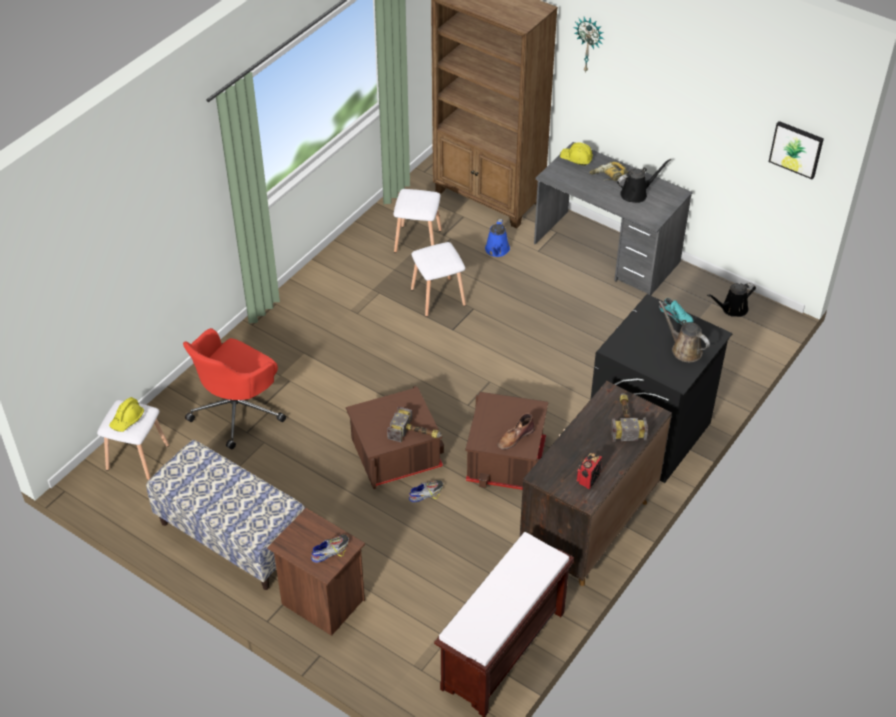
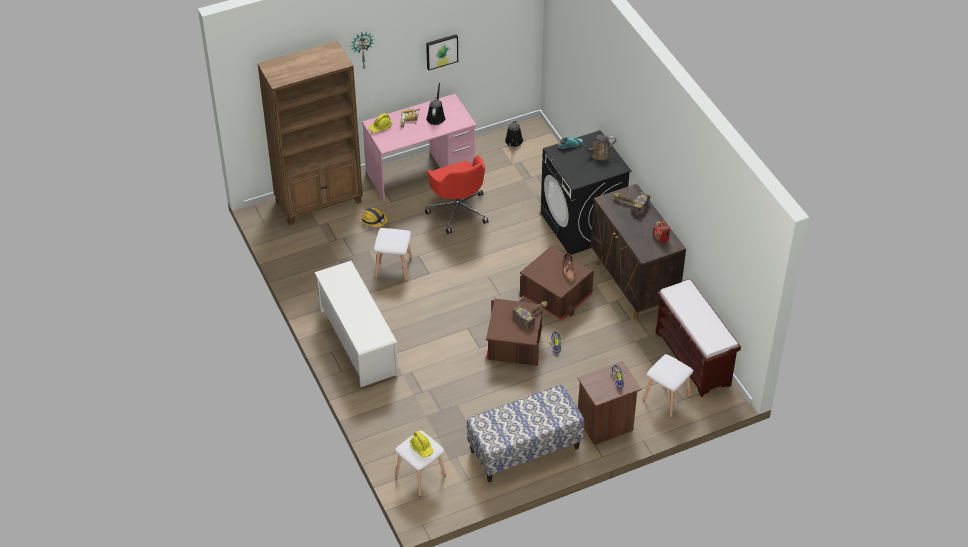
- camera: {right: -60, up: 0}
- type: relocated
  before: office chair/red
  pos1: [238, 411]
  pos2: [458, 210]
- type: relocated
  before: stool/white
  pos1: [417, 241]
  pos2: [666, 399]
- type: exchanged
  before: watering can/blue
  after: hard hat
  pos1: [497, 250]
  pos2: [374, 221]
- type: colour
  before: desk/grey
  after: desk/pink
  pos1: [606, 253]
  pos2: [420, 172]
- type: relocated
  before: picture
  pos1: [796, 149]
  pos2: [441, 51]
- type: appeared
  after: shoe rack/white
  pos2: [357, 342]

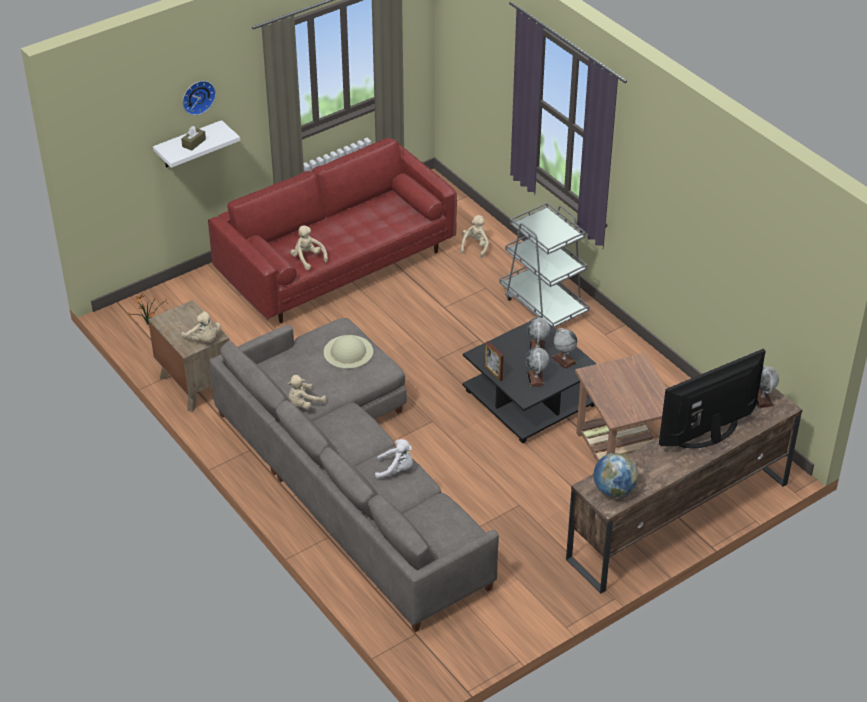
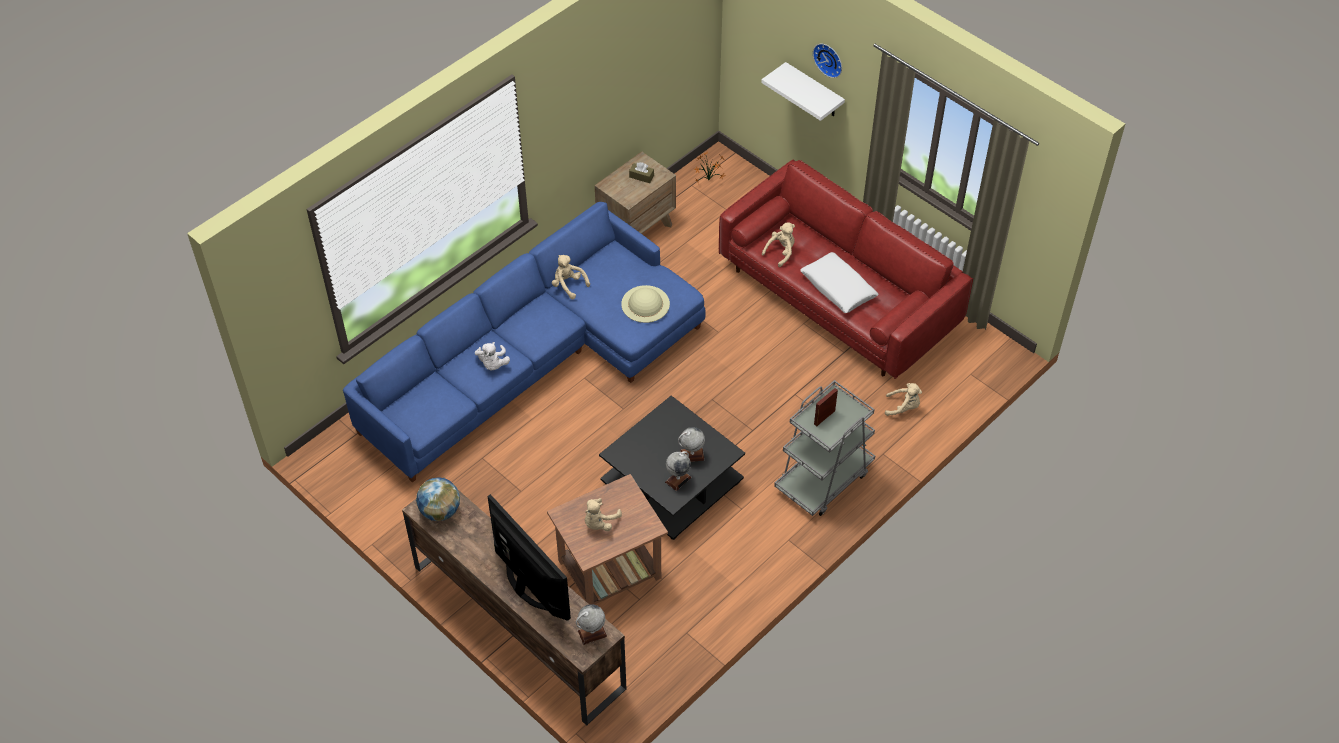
- camera: {right: 80, up: 10}
- type: relocated
  before: tissue box/brown
  pos1: [194, 143]
  pos2: [641, 176]
- type: relocated
  before: plush toy/beige
  pos1: [204, 339]
  pos2: [599, 522]
- type: colour
  before: sofa/grey
  after: sofa/blue
  pos1: [350, 477]
  pos2: [536, 358]
- type: relocated
  before: picture frame
  pos1: [493, 373]
  pos2: [824, 417]
- type: missing
  before: globe
  pos1: [536, 379]
- type: appeared
  after: pillow/white
  pos2: [838, 288]

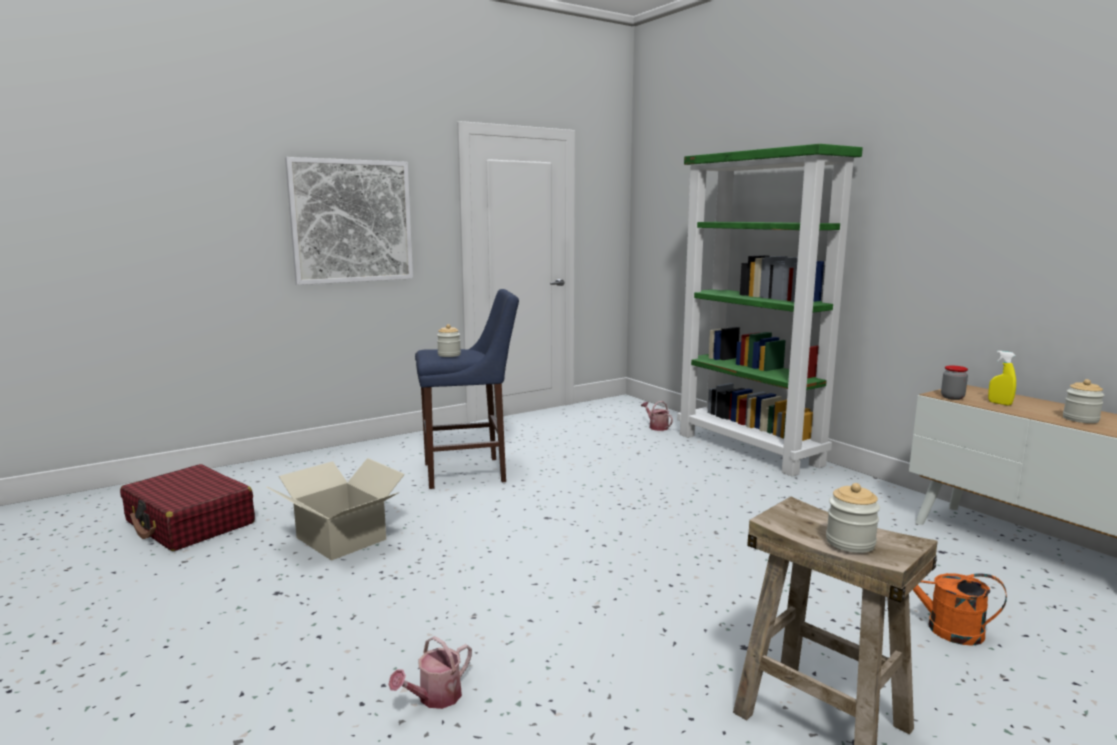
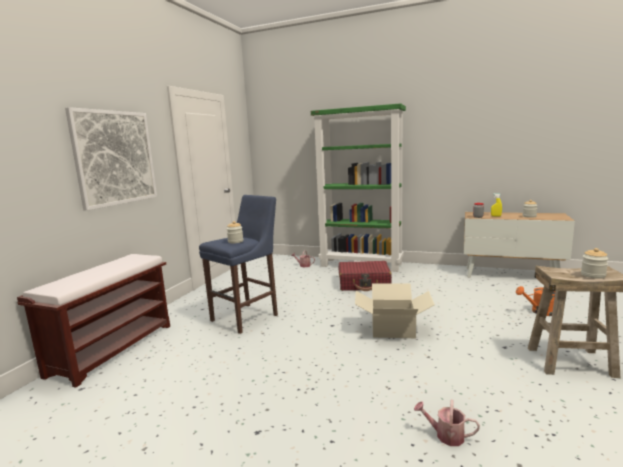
- camera: {right: -35, up: 0}
- type: relocated
  before: suitcase/red
  pos1: [190, 523]
  pos2: [364, 284]
- type: relocated
  before: cardboard box
  pos1: [342, 538]
  pos2: [392, 329]
- type: spun
  before: watering can
  pos1: [435, 698]
  pos2: [445, 435]
  turn: 105
- type: appeared
  after: bench/brown
  pos2: [113, 348]

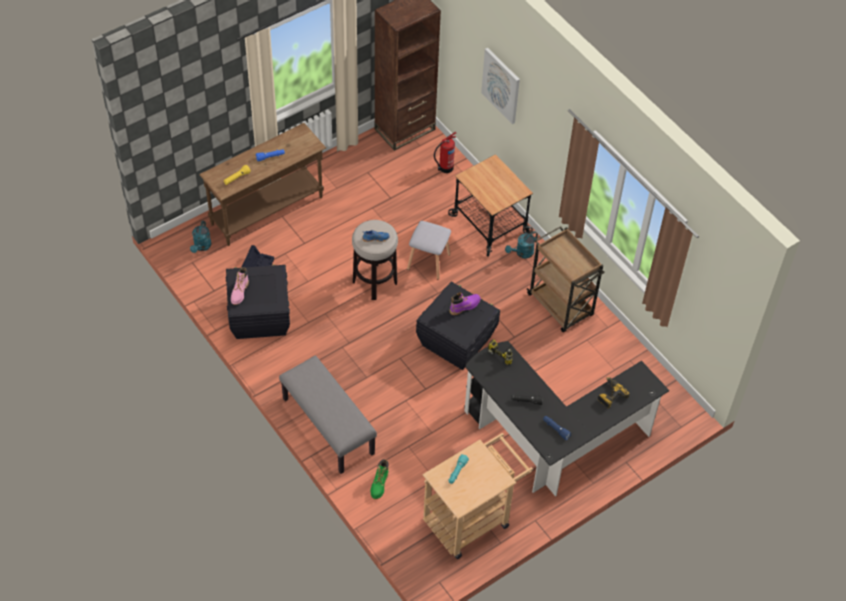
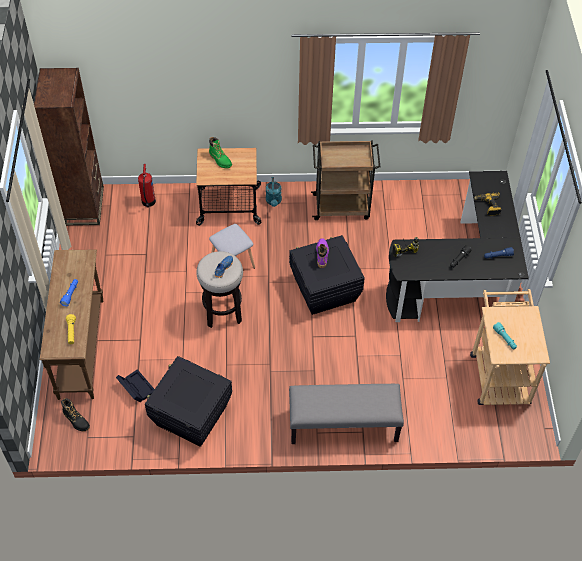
- camera: {right: -55, up: 0}
- type: exchanged
  before: watering can/turquoise
  after: boot/black
  pos1: [201, 247]
  pos2: [76, 420]
- type: missing
  before: boot/pink
  pos1: [239, 292]
- type: relocated
  before: boot/green
  pos1: [379, 485]
  pos2: [220, 160]
- type: missing
  before: picture
  pos1: [501, 85]

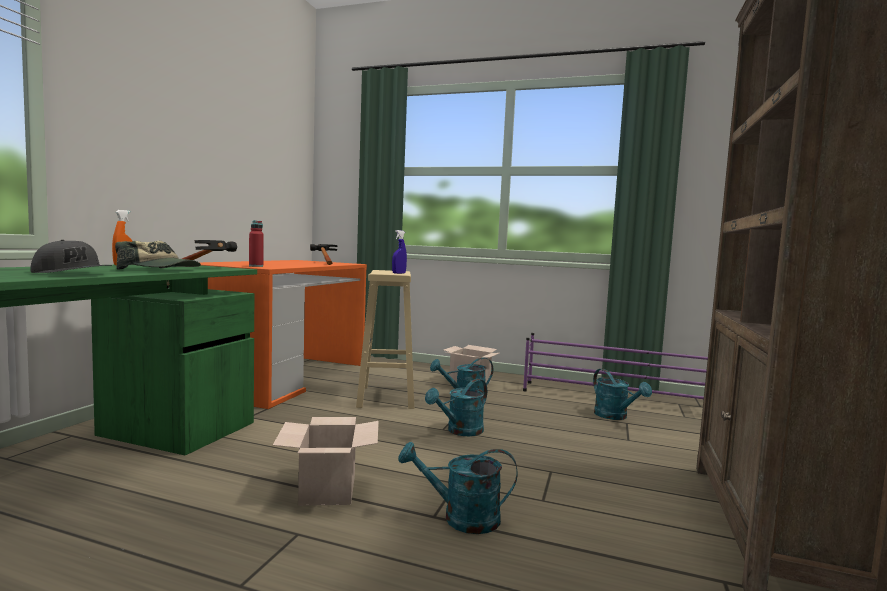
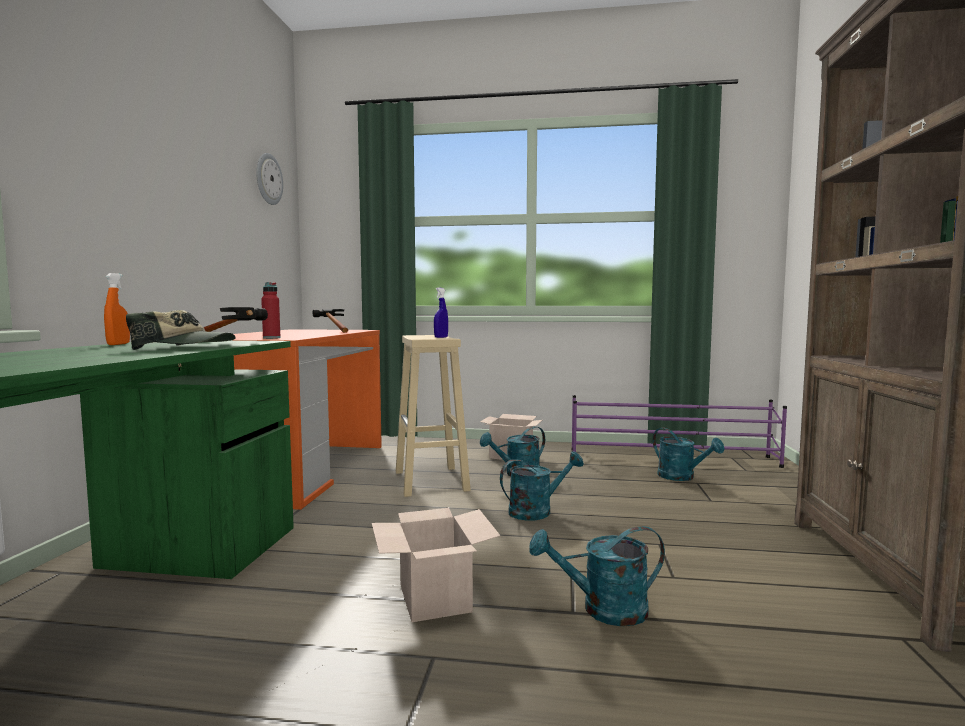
- camera: {right: -10, up: 0}
- type: missing
  before: cap/grey
  pos1: [73, 273]
- type: spun
  before: watering can/turquoise
  pos1: [460, 431]
  pos2: [537, 511]
  turn: -150
- type: appeared
  after: wall clock
  pos2: [268, 179]

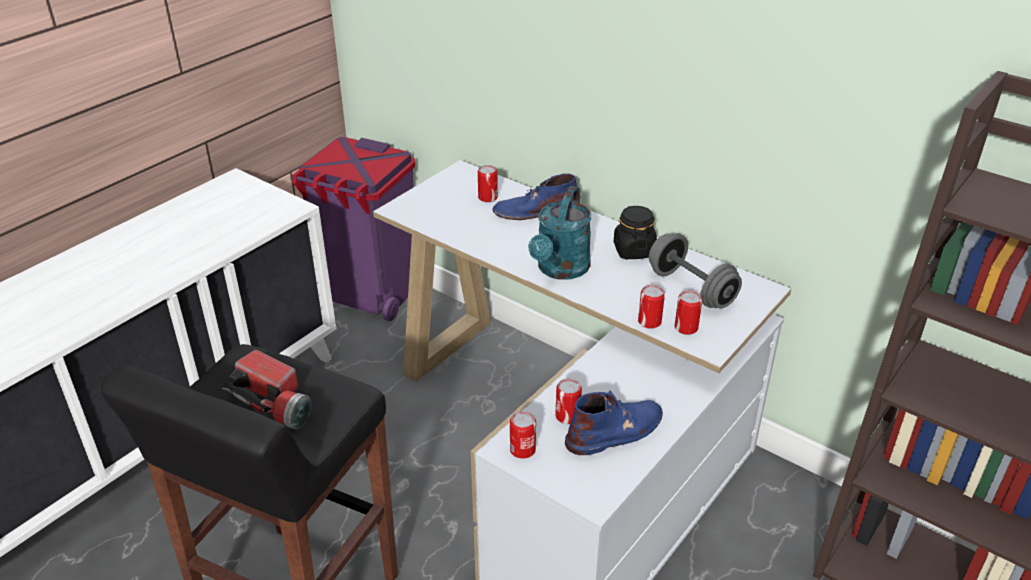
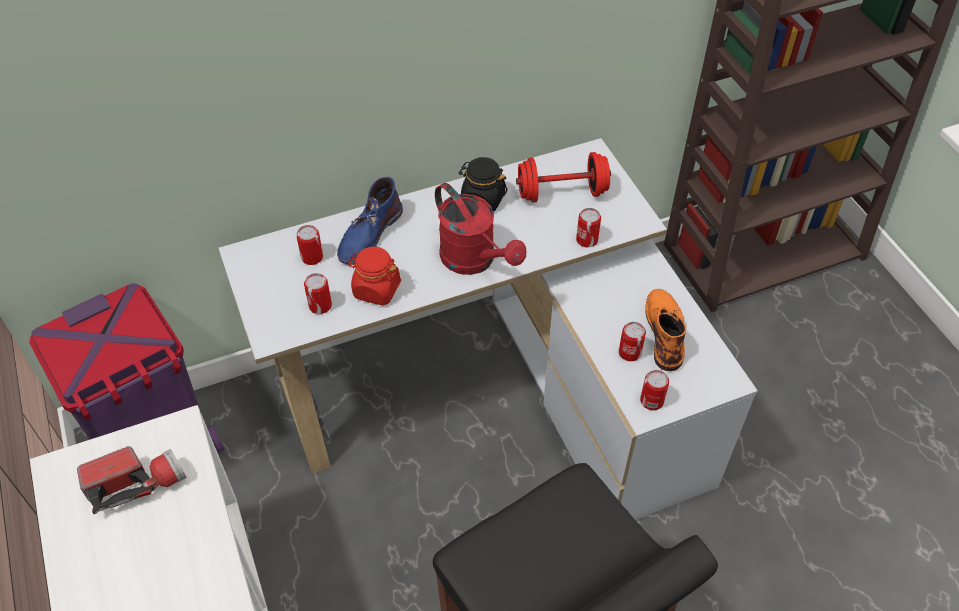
- camera: {right: -60, up: 15}
- type: relocated
  before: flashlight
  pos1: [274, 403]
  pos2: [136, 483]
- type: colour
  before: watering can/turquoise
  after: watering can/red
  pos1: [560, 270]
  pos2: [475, 260]
- type: colour
  before: boot/blue
  after: boot/orange
  pos1: [616, 431]
  pos2: [664, 331]
- type: colour
  before: dumbbell/grey
  after: dumbbell/red
  pos1: [691, 289]
  pos2: [562, 193]
- type: relocated
  before: can
  pos1: [686, 328]
  pos2: [320, 305]
- type: appeared
  after: jar/red
  pos2: [376, 289]

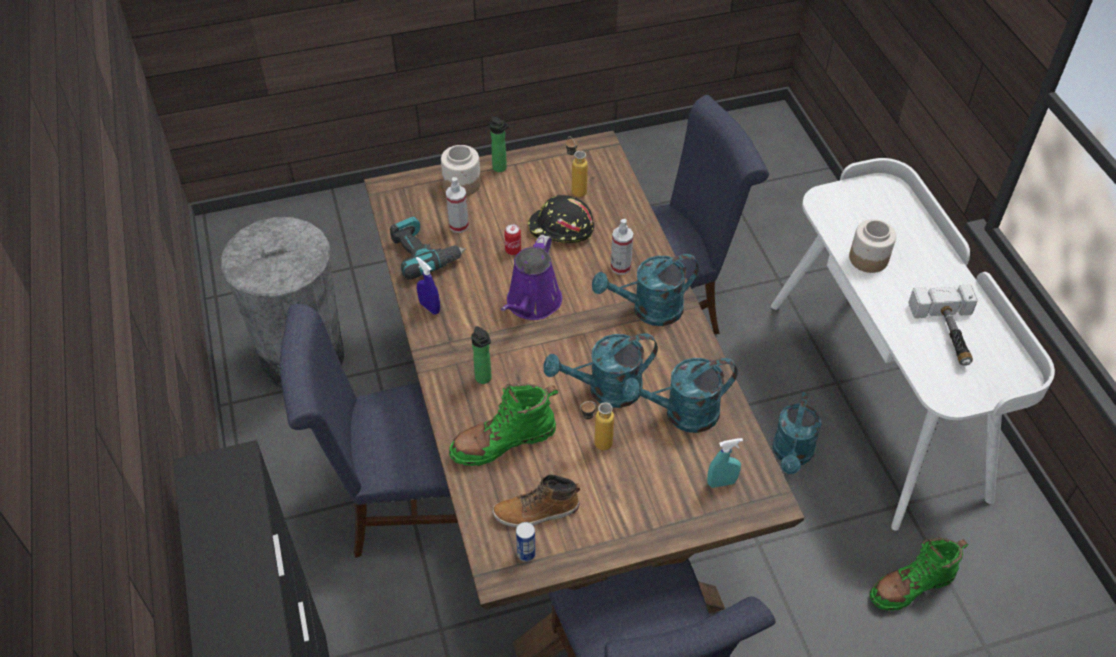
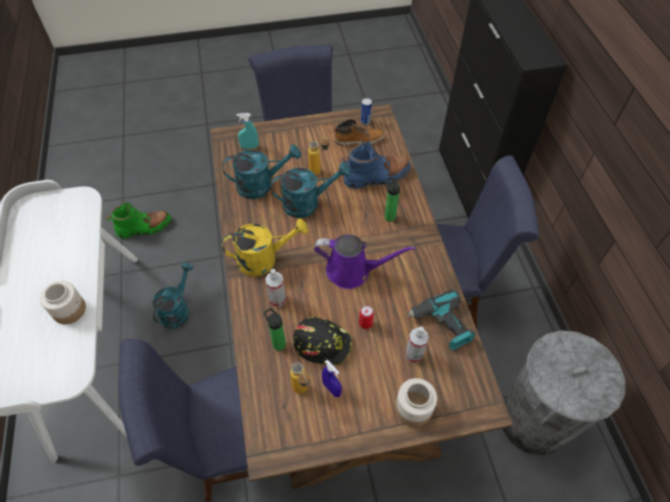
- camera: {right: -175, up: 5}
- type: relocated
  before: spray bottle/blue
  pos1: [429, 307]
  pos2: [331, 389]
- type: colour
  before: boot/green
  after: boot/blue
  pos1: [503, 441]
  pos2: [377, 176]
- type: relocated
  before: bottle
  pos1: [501, 169]
  pos2: [278, 343]
- type: spun
  before: watering can/purple
  pos1: [532, 304]
  pos2: [352, 271]
  turn: 75
- type: colour
  before: watering can/turquoise
  after: watering can/yellow
  pos1: [648, 310]
  pos2: [264, 259]
- type: missing
  before: hammer
  pos1: [949, 333]

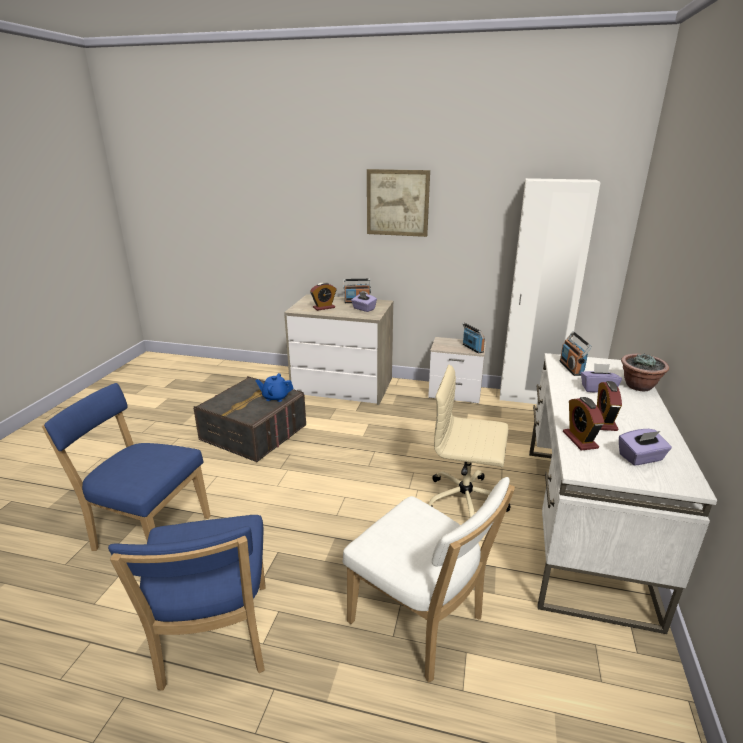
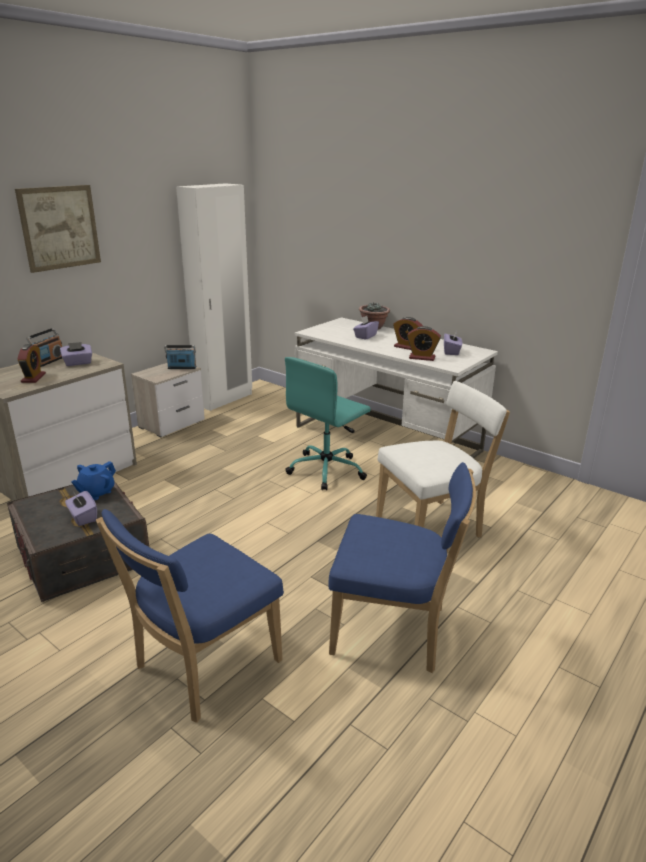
- camera: {right: -65, up: 0}
- type: colour
  before: office chair/beige
  after: office chair/turquoise
  pos1: [465, 502]
  pos2: [327, 470]
- type: missing
  before: radio
  pos1: [571, 368]
- type: appeared
  after: tissue box/purple
  pos2: [83, 517]

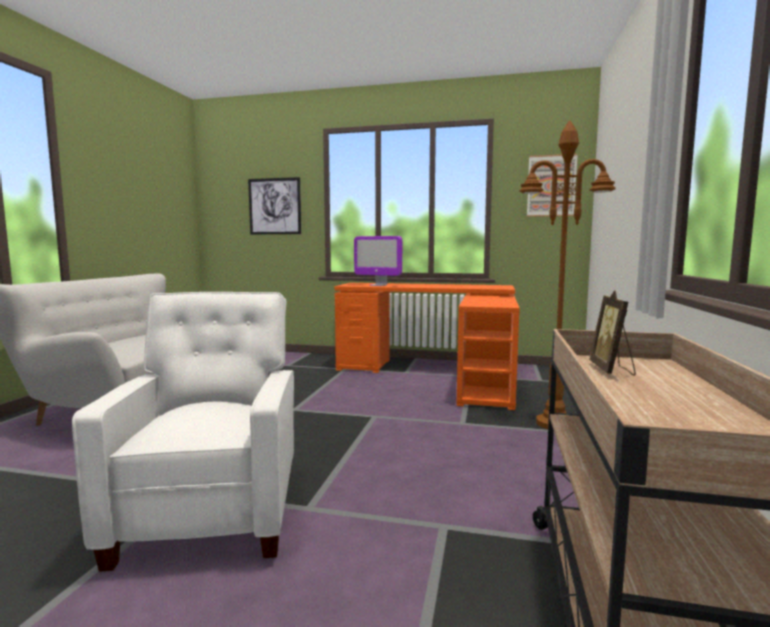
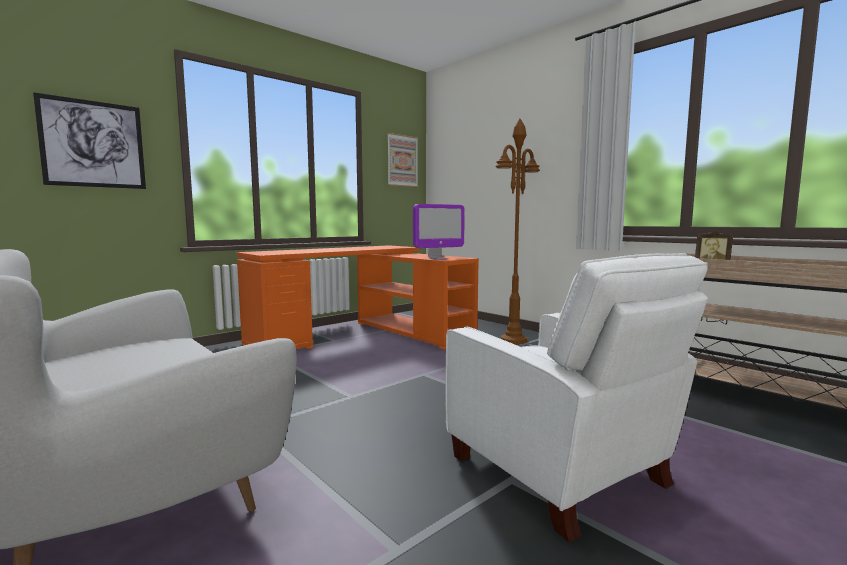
- camera: {right: -55, up: 0}
- type: spun
  before: armchair/white
  pos1: [214, 511]
  pos2: [562, 473]
  turn: -150
- type: relocated
  before: monitor
  pos1: [378, 285]
  pos2: [438, 258]

